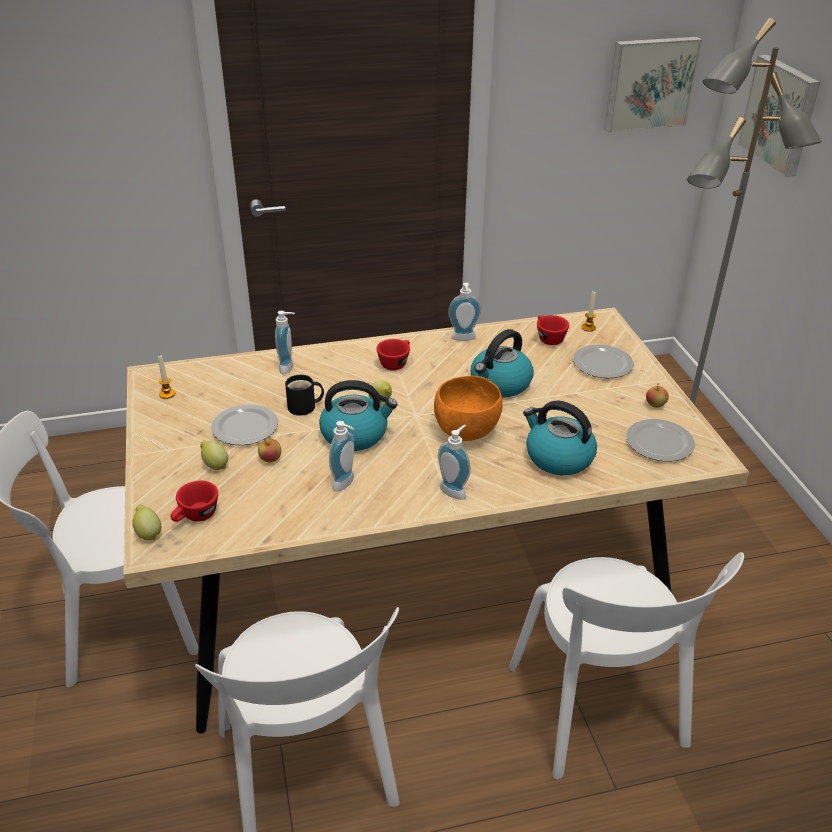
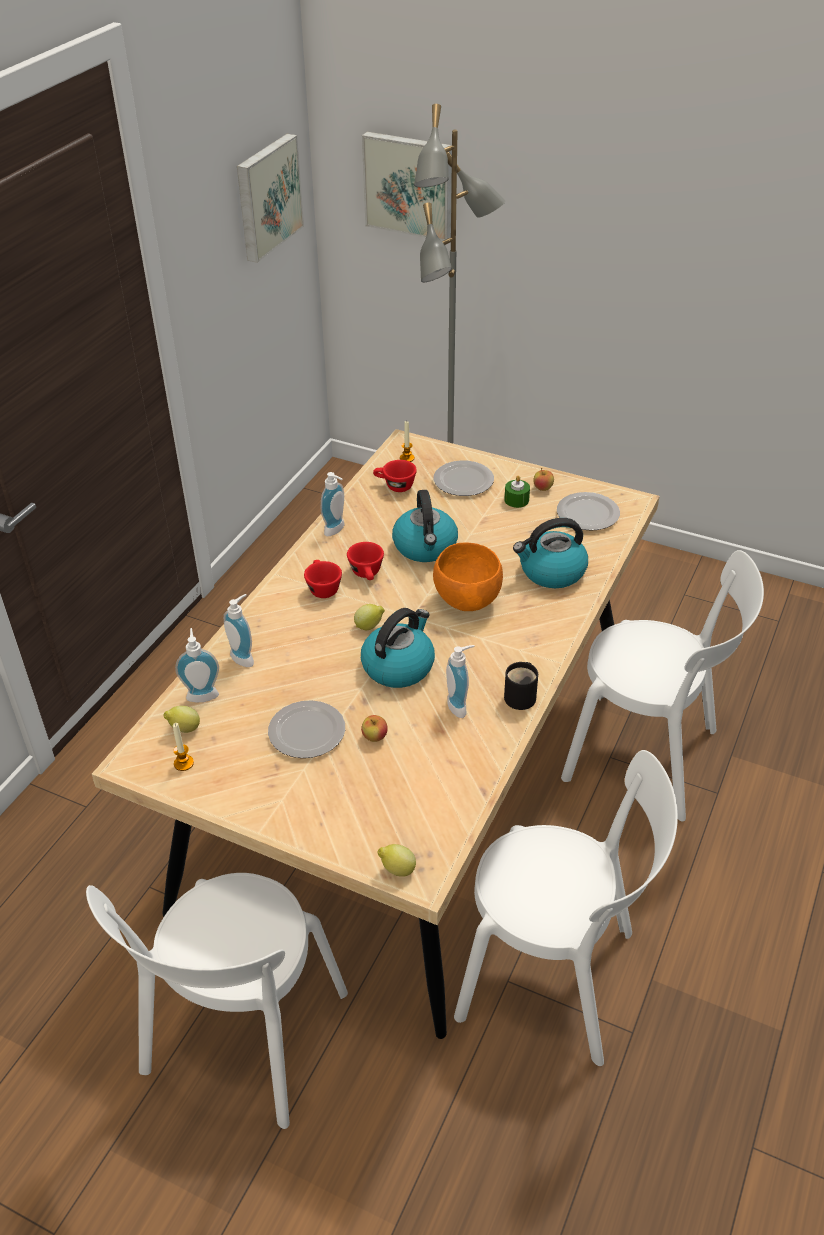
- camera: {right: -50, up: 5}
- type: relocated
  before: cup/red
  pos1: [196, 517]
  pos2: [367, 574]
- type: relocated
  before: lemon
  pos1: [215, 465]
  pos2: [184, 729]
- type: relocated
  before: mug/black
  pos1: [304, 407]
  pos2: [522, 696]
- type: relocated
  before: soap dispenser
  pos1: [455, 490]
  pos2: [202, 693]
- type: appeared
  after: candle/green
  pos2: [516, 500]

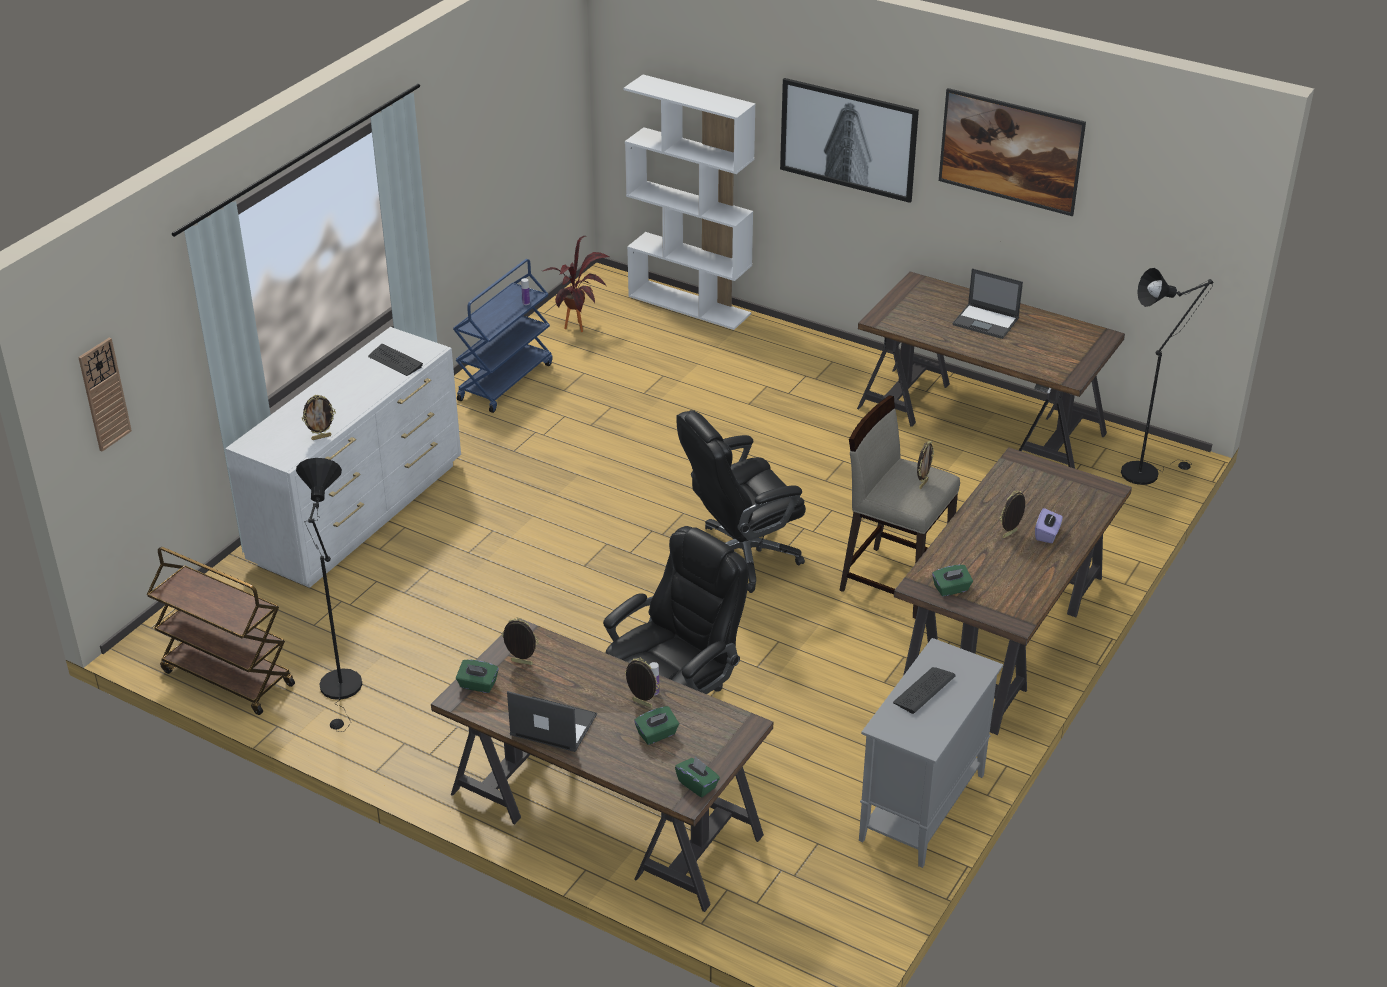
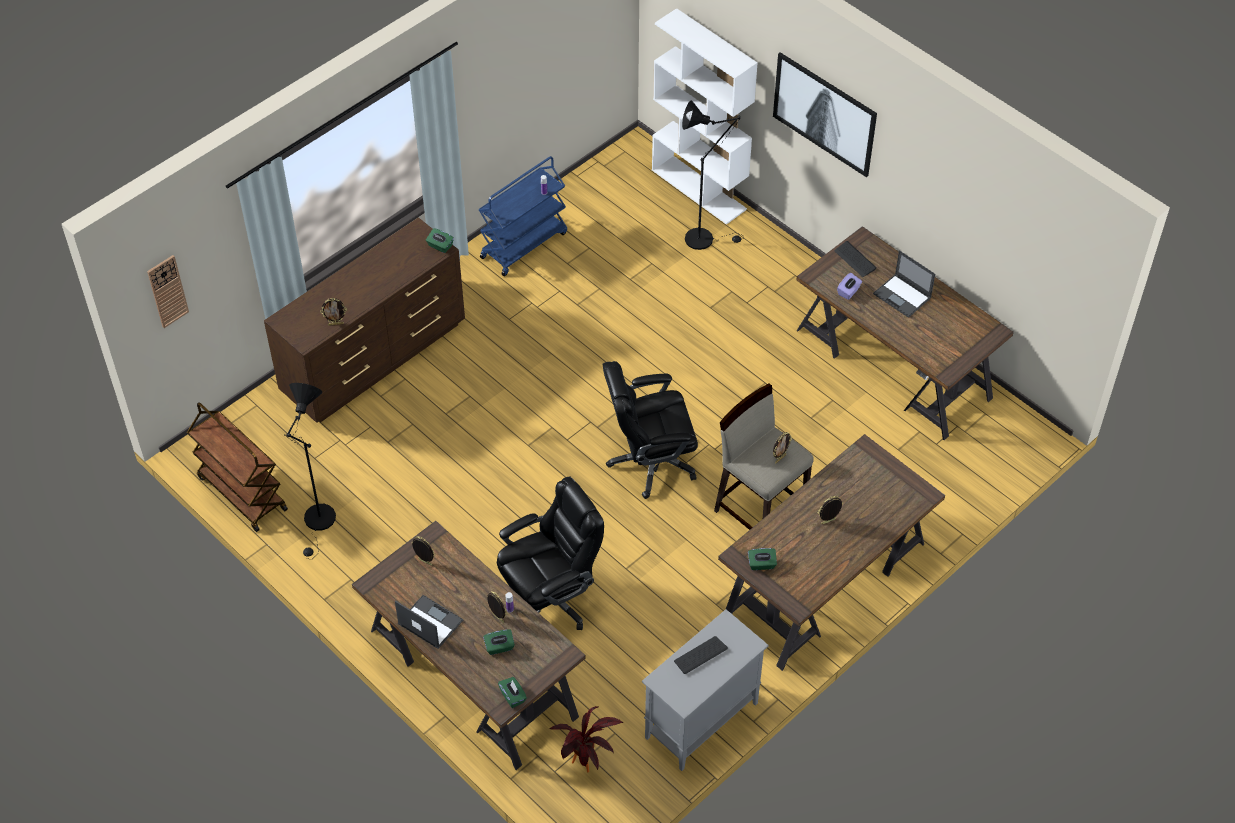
- camera: {right: 15, up: 15}
- type: colour
  before: dresser/white
  after: dresser/brown
  pos1: [360, 514]
  pos2: [375, 358]
- type: relocated
  before: keyboard
  pos1: [395, 361]
  pos2: [855, 260]
- type: relocated
  before: tissue box/green
  pos1: [478, 685]
  pos2: [440, 246]
- type: relocated
  before: potted plant
  pos1: [580, 329]
  pos2: [587, 767]
- type: missing
  before: picture
  pos1: [1008, 174]
- type: relocated
  before: tissue box/purple
  pos1: [1047, 534]
  pos2: [848, 292]
- type: relocated
  before: floor lamp/black
  pos1: [1145, 471]
  pos2: [704, 238]

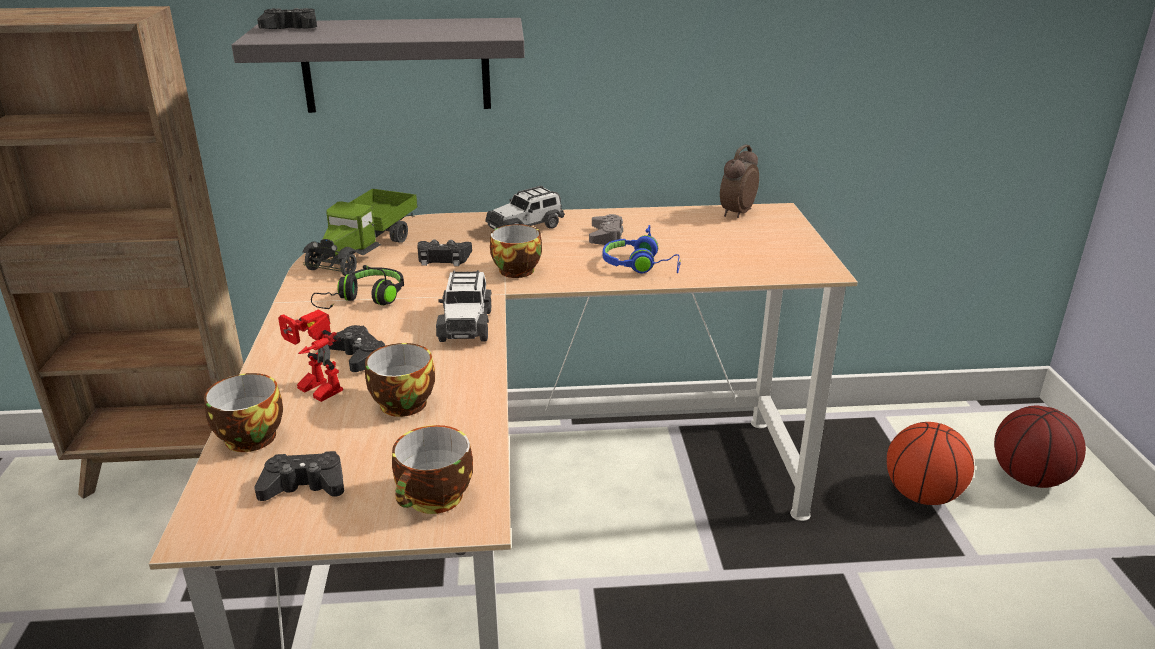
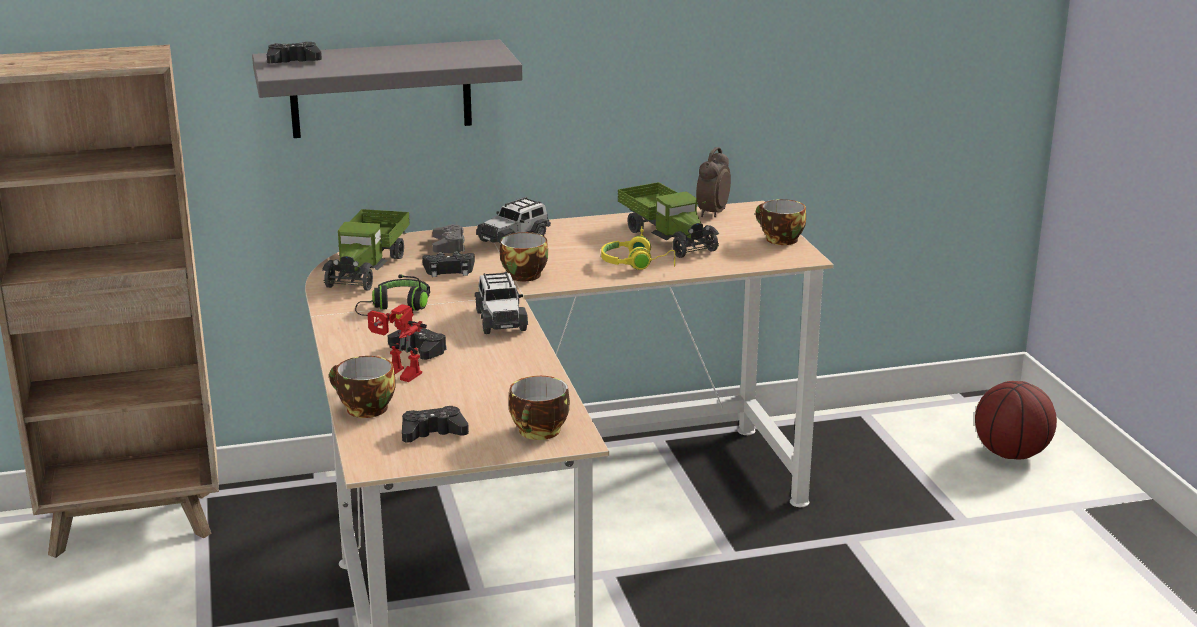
- camera: {right: -10, up: -5}
- type: relocated
  before: cup
  pos1: [399, 403]
  pos2: [779, 239]
- type: relocated
  before: game controller/grey
  pos1: [606, 236]
  pos2: [448, 246]
- type: colour
  before: headphones/blue
  after: headphones/yellow
  pos1: [641, 266]
  pos2: [638, 264]
- type: missing
  before: basketball
  pos1: [921, 495]
- type: appeared
  after: toy truck
  pos2: [668, 237]

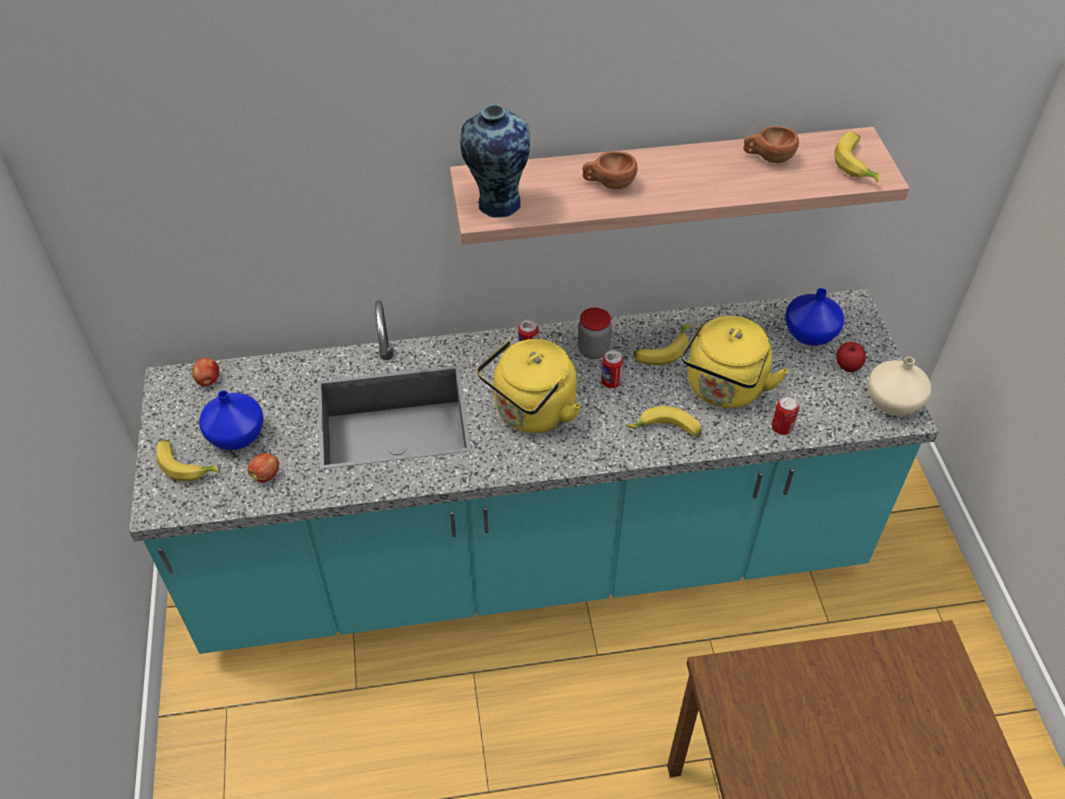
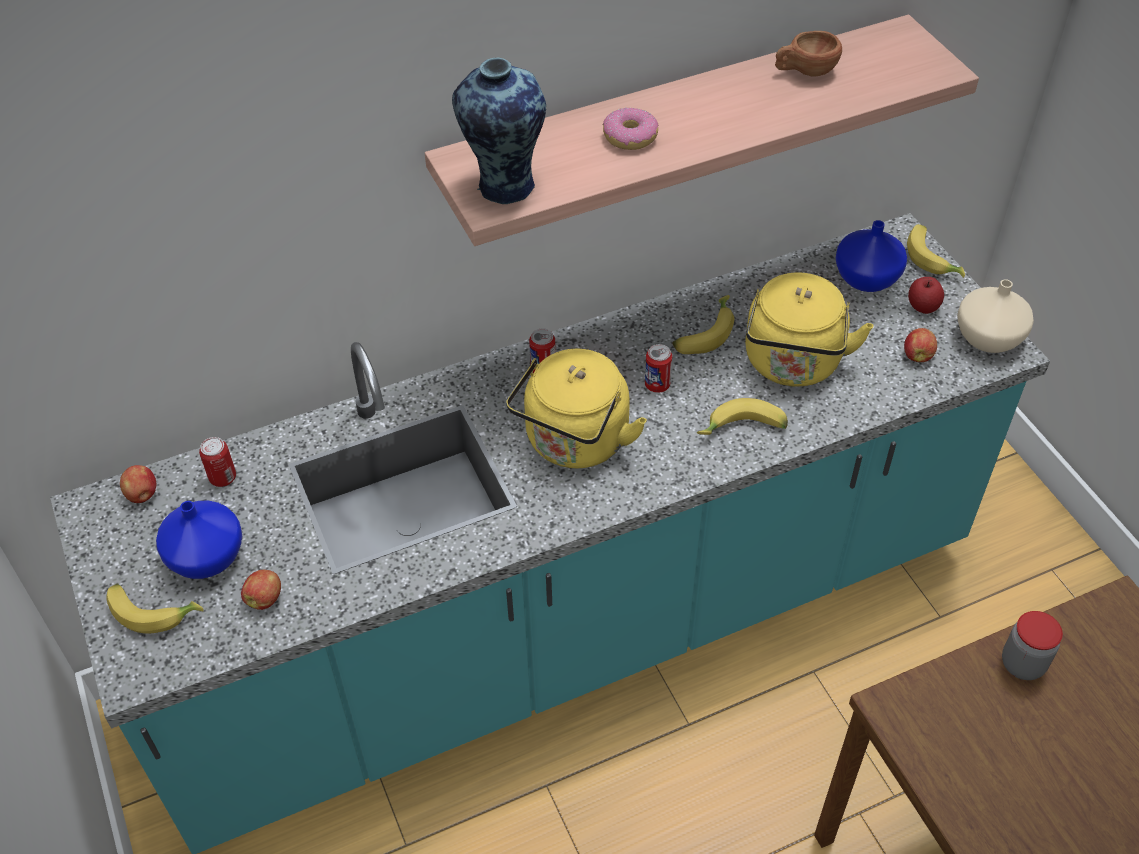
- camera: {right: -15, up: 0}
- type: relocated
  before: jar
  pos1: [593, 350]
  pos2: [1022, 664]
- type: exchanged
  before: cup/brown
  after: donut
  pos1: [608, 184]
  pos2: [630, 137]
- type: relocated
  before: can
  pos1: [781, 428]
  pos2: [223, 478]
- type: relocated
  before: banana
  pos1: [857, 164]
  pos2: [933, 258]
- type: appeared
  after: apple
  pos2: [917, 355]

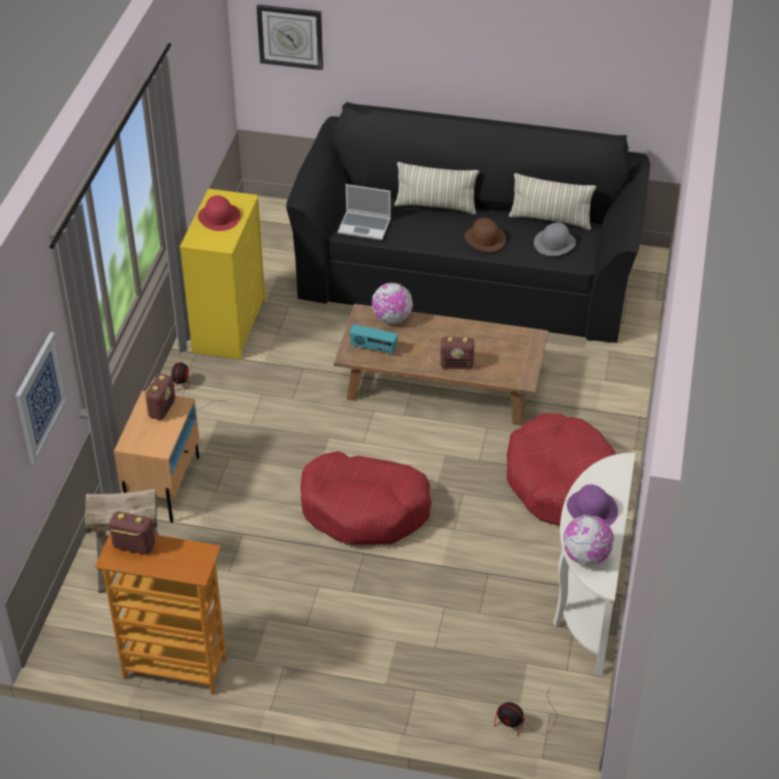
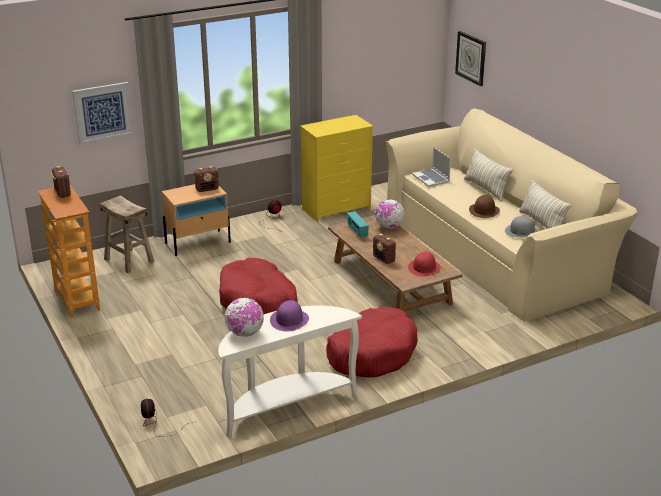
- camera: {right: 50, up: -15}
- type: relocated
  before: hat/red
  pos1: [219, 217]
  pos2: [424, 268]
- type: colour
  before: sofa/black
  after: sofa/beige
  pos1: [468, 272]
  pos2: [497, 251]

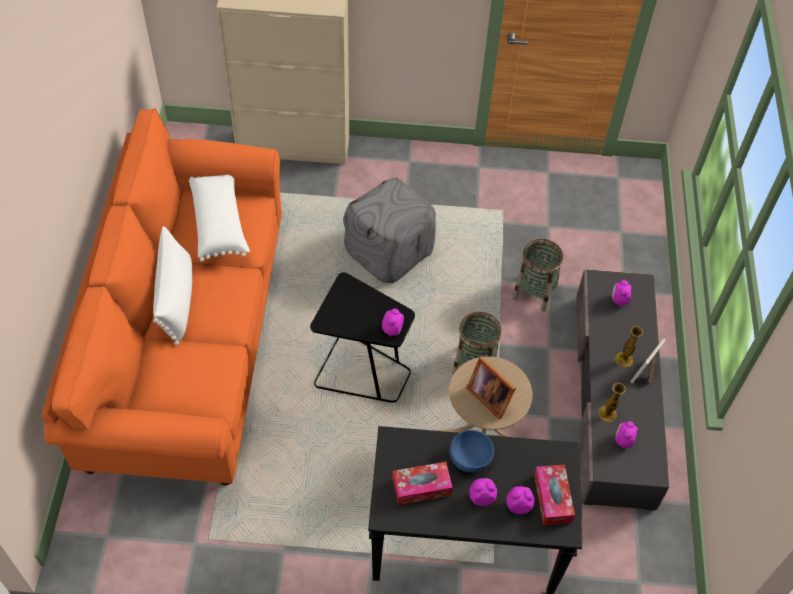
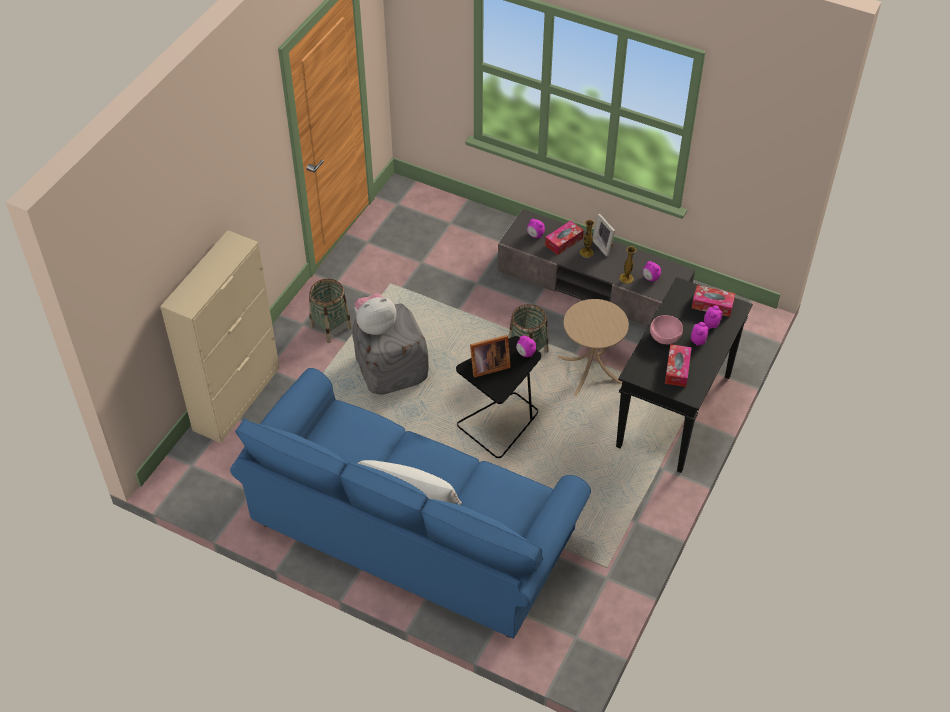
- camera: {right: -65, up: -5}
- type: colour
  before: sofa/orange
  after: sofa/blue
  pos1: [188, 342]
  pos2: [413, 533]
- type: missing
  before: pillow/white
  pos1: [219, 224]
- type: colour
  before: bowl/blue
  after: bowl/pink
  pos1: [471, 458]
  pos2: [665, 336]
- type: relocated
  before: picture frame
  pos1: [489, 396]
  pos2: [487, 366]
- type: relocated
  before: basket
  pos1: [534, 292]
  pos2: [331, 327]
- type: appeared
  after: plush toy
  pos2: [375, 325]
- type: appeared
  after: tissue box
  pos2: [564, 242]

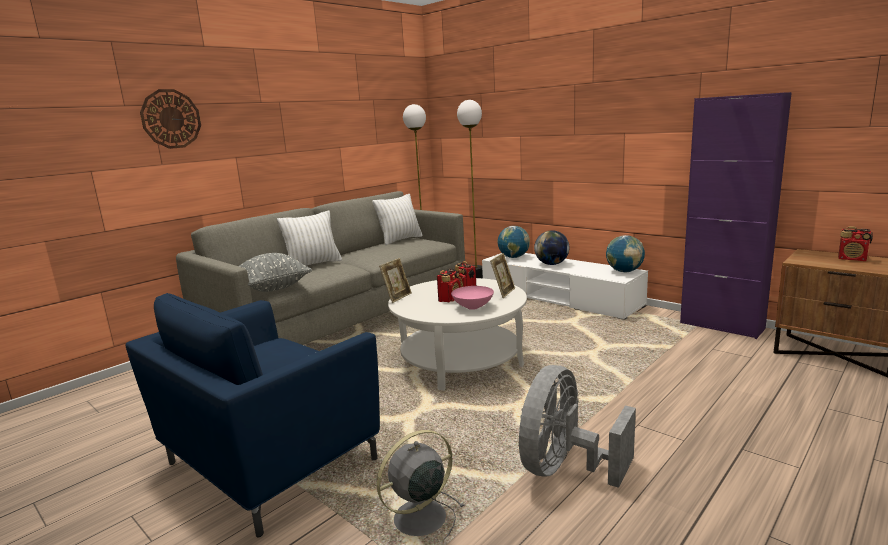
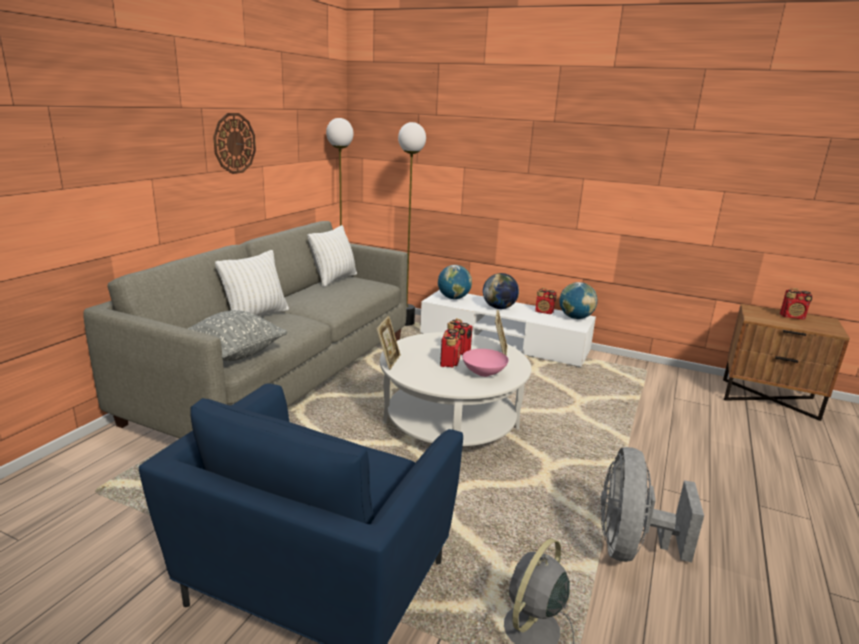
- camera: {right: -20, up: 5}
- type: relocated
  before: wall clock
  pos1: [171, 119]
  pos2: [234, 143]
- type: missing
  before: cabinet/purple
  pos1: [721, 326]
- type: appeared
  after: radio
  pos2: [544, 312]

